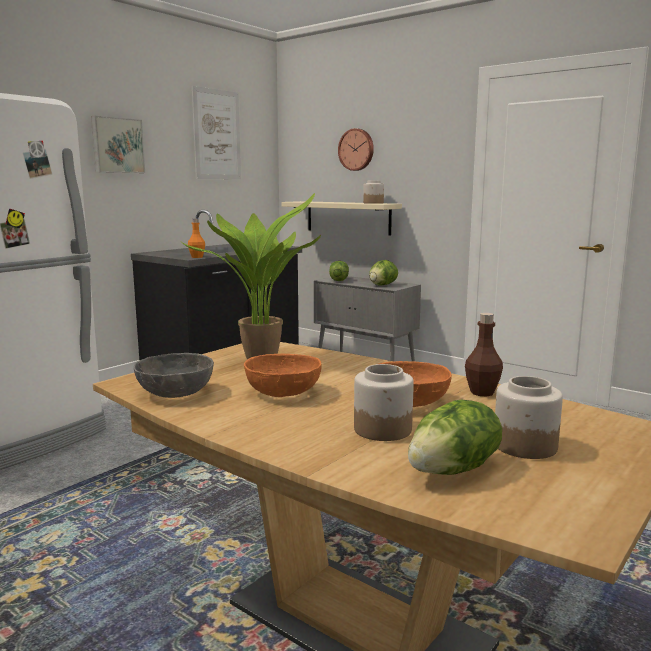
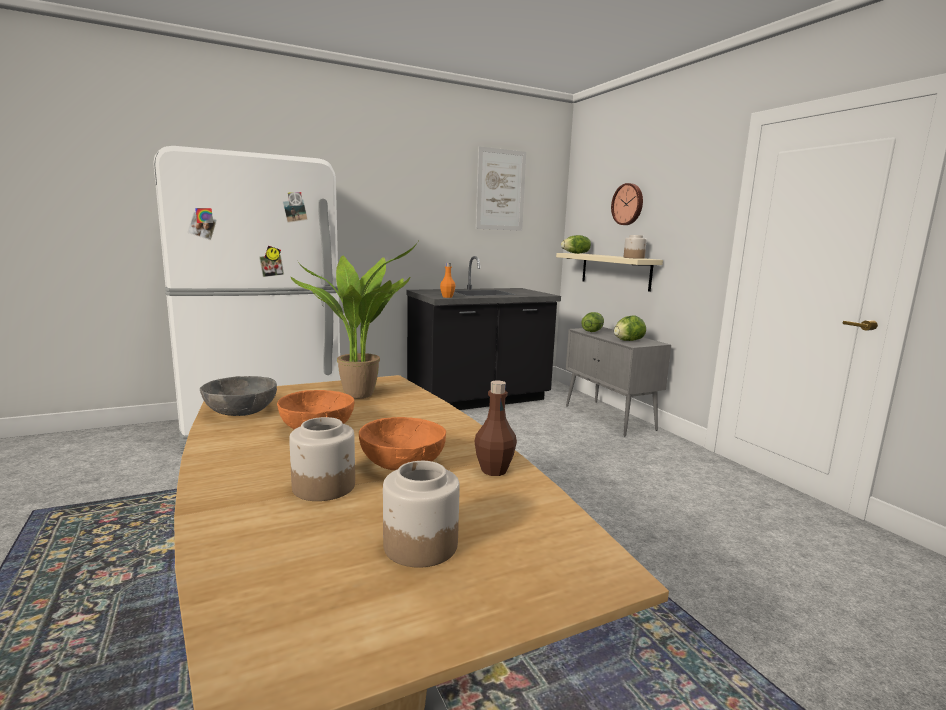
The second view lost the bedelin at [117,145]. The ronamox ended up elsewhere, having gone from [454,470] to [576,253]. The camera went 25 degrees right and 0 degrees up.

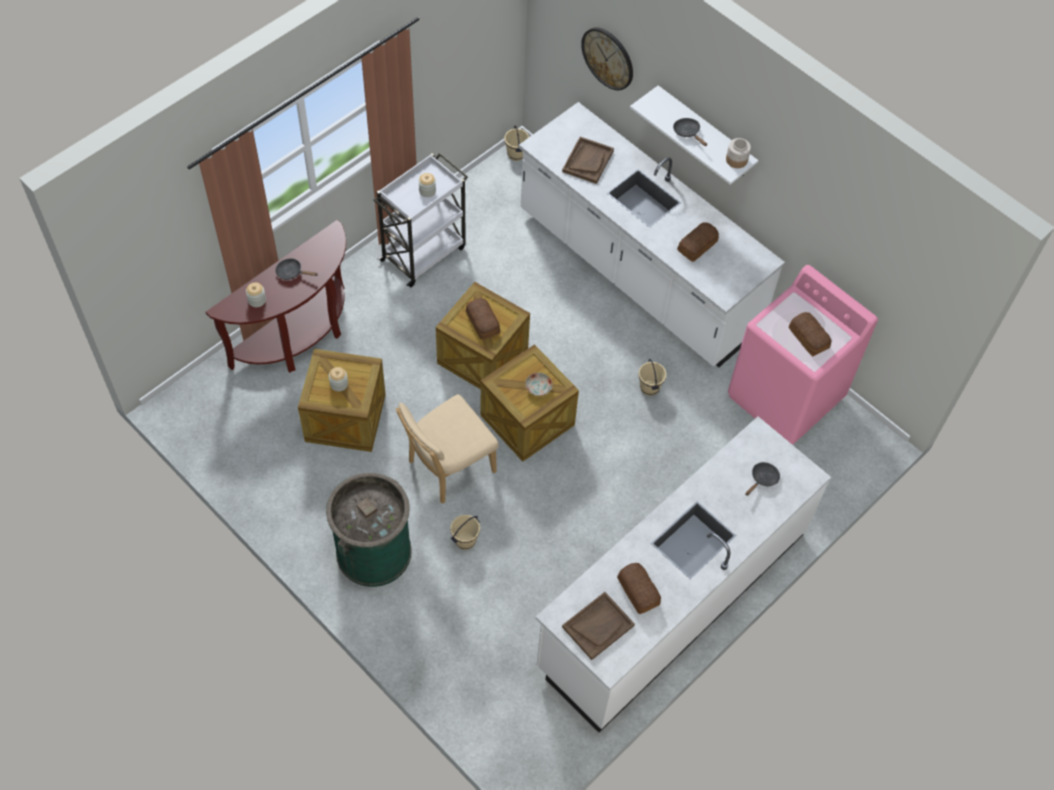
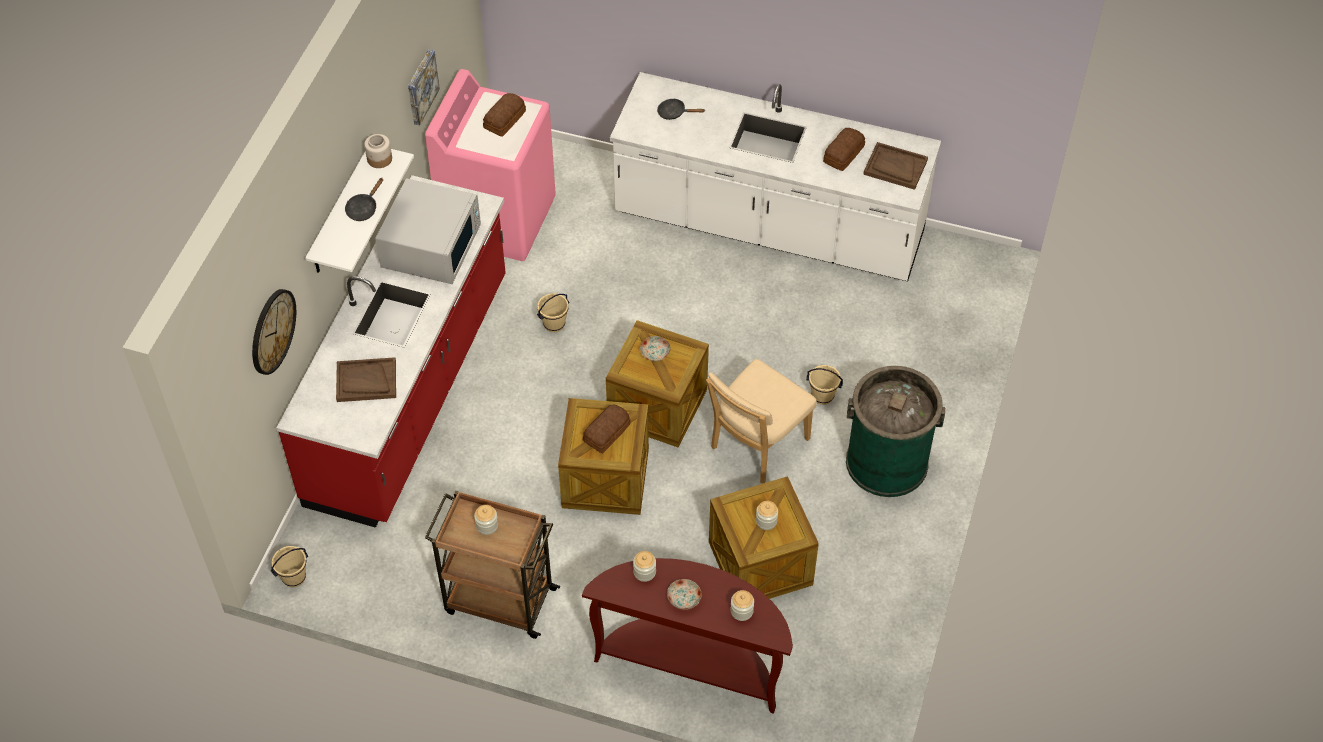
The second view gained the bedelin at [421,86]. The second view gained the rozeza at [644,572]. Where the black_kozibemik stood at [292,272], the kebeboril came to stand at [683,598]. Where the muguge stood at [698,246], the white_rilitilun came to stand at [432,246]. What was the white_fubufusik at [424,253] turned into the brown_fubufusik at [498,600]. What was the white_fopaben at [637,272] turned into the red_fopaben at [410,390]. The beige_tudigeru at [448,468] ended up facing another way, 105 degrees clockwise from before. The camera went 115 degrees left and 5 degrees down.

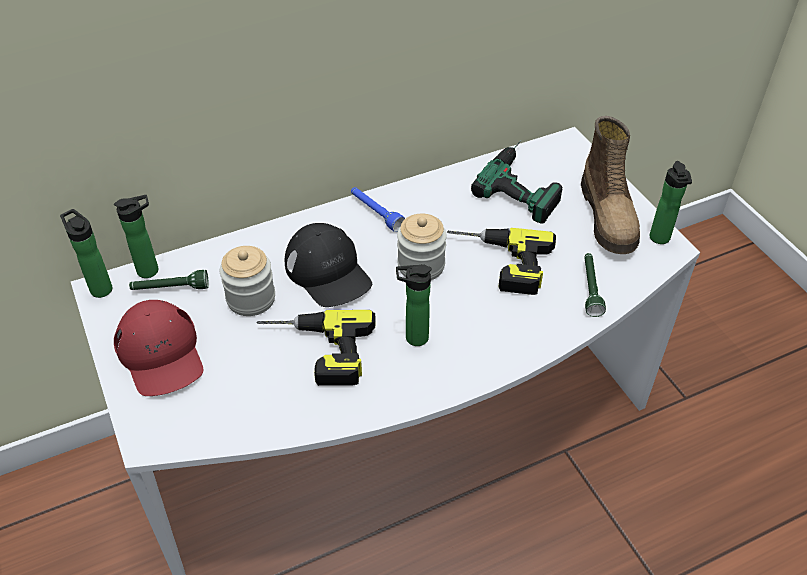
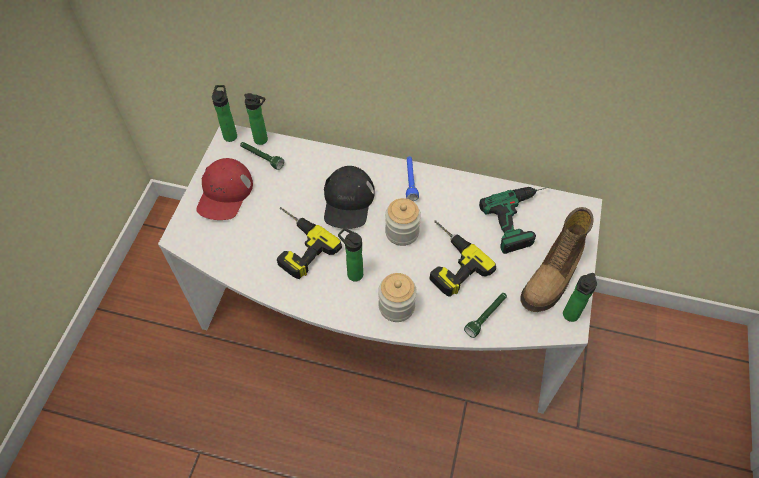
The rozeza ended up elsewhere, having gone from [251,299] to [396,306]. The camera went 40 degrees right and 10 degrees up.

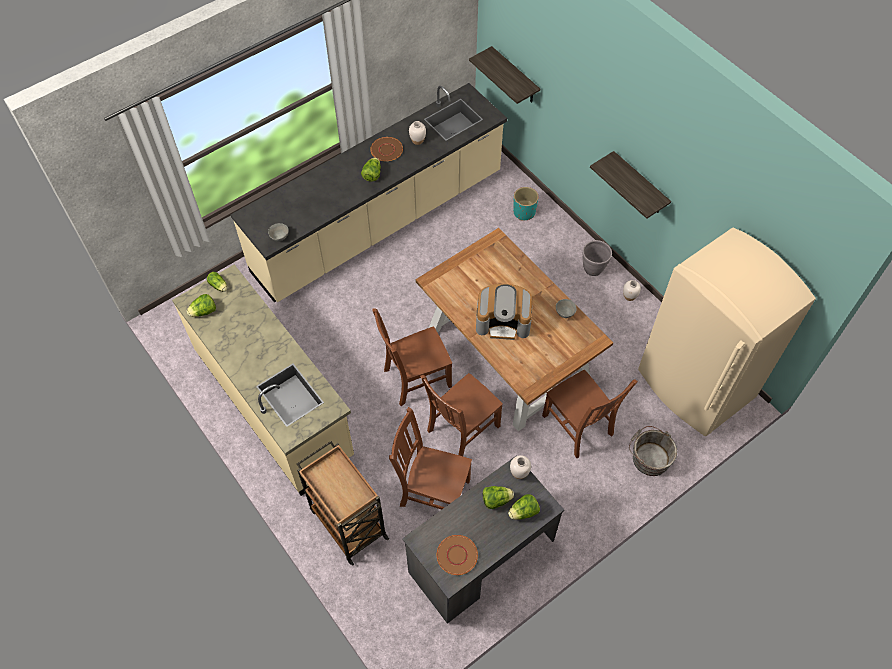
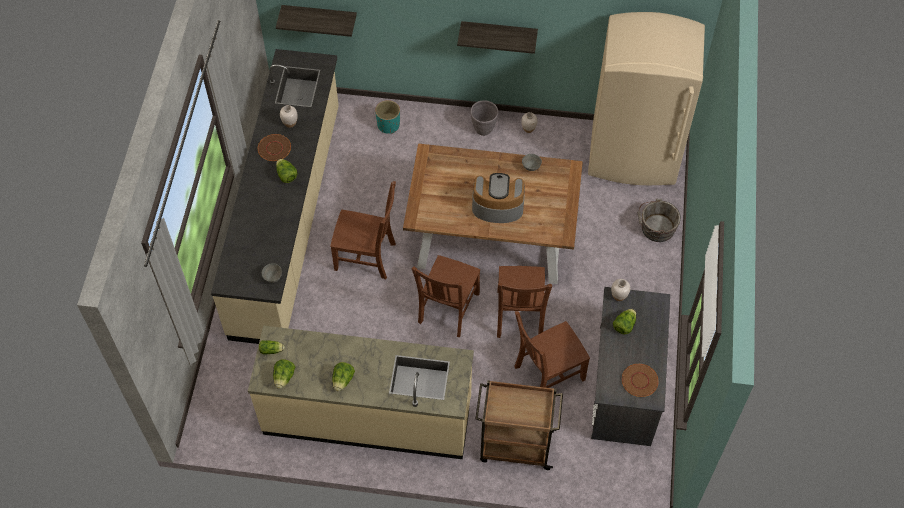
The ronamox ended up elsewhere, having gone from [523,512] to [343,380]. The brown_tudigeru ended up elsewhere, having gone from [579,427] to [367,257]. The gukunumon at [503,321] ended up facing another way, 135 degrees counterclockwise from before. The camera went 45 degrees left and 0 degrees up.

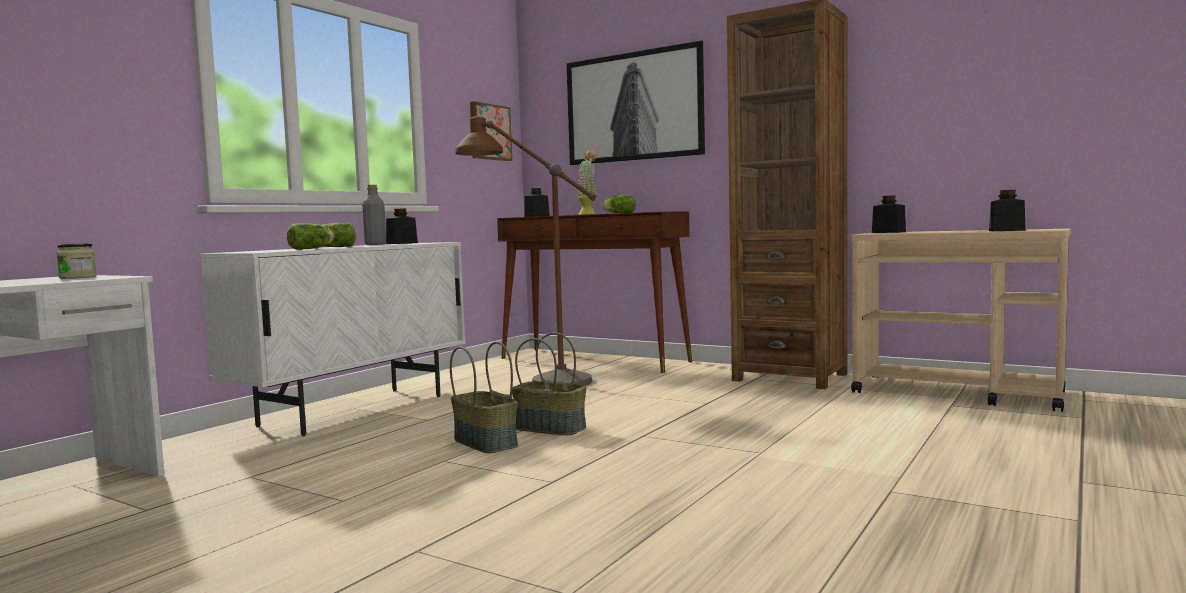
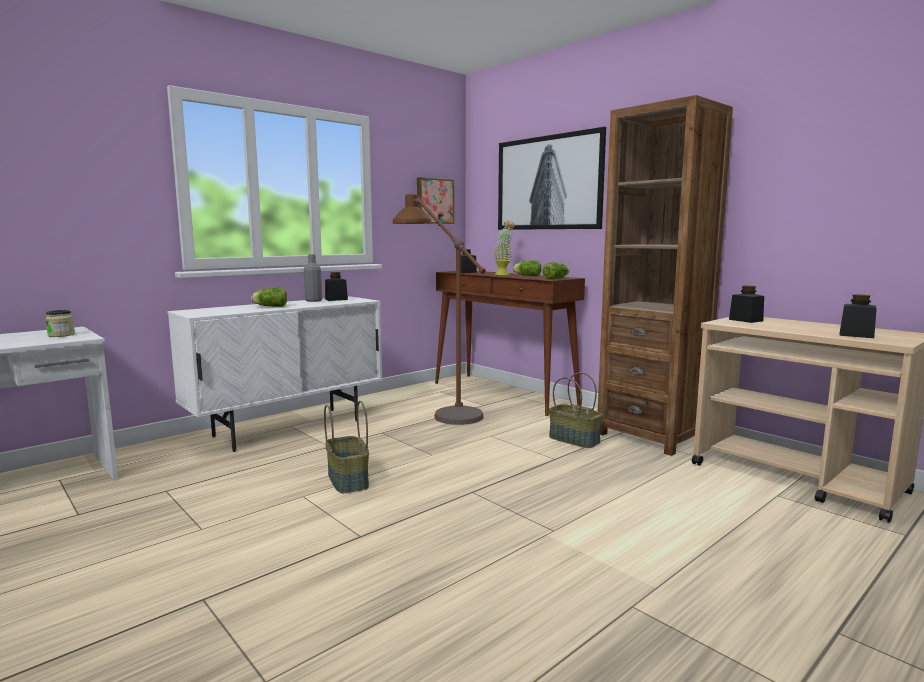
The ronamox ended up elsewhere, having gone from [312,249] to [556,278]. The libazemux ended up elsewhere, having gone from [551,428] to [575,439]. The camera went 15 degrees right and 5 degrees up.

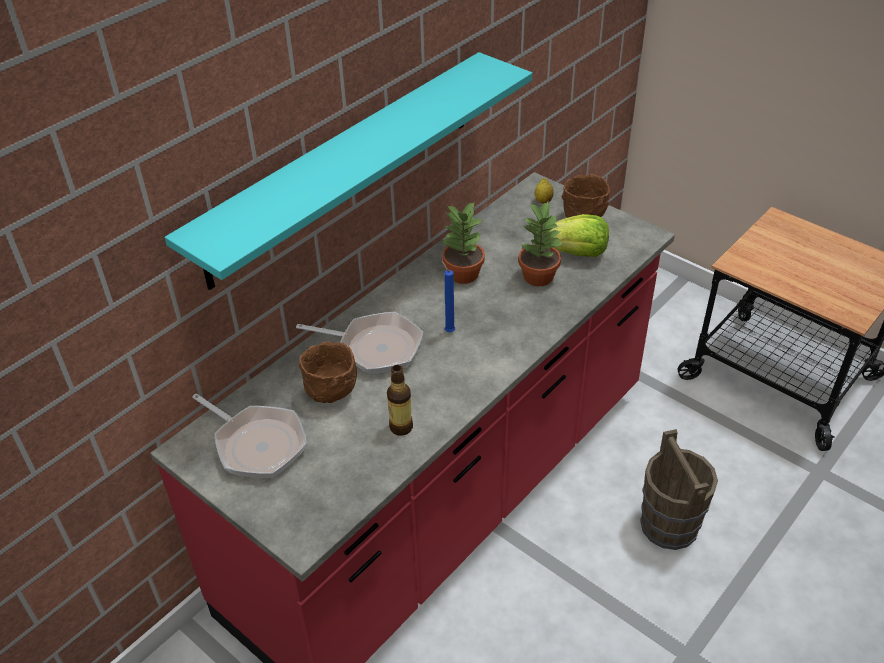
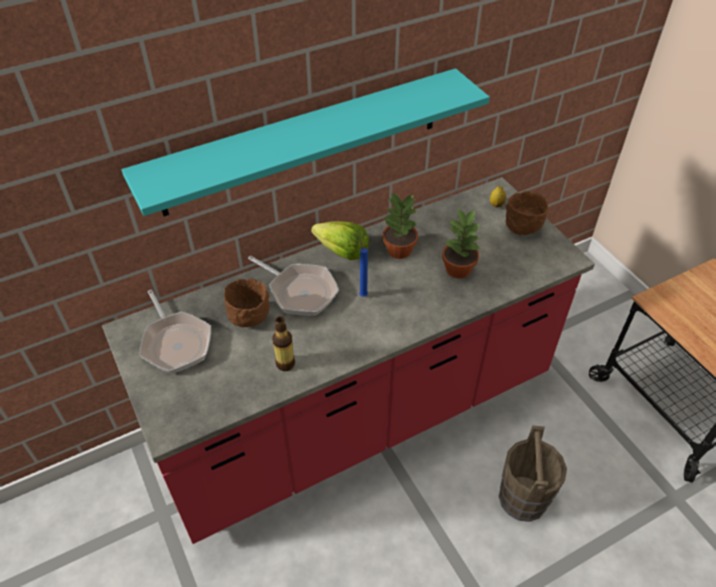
The ronamox ended up elsewhere, having gone from [576,253] to [342,252]. The camera went 20 degrees right and 5 degrees up.

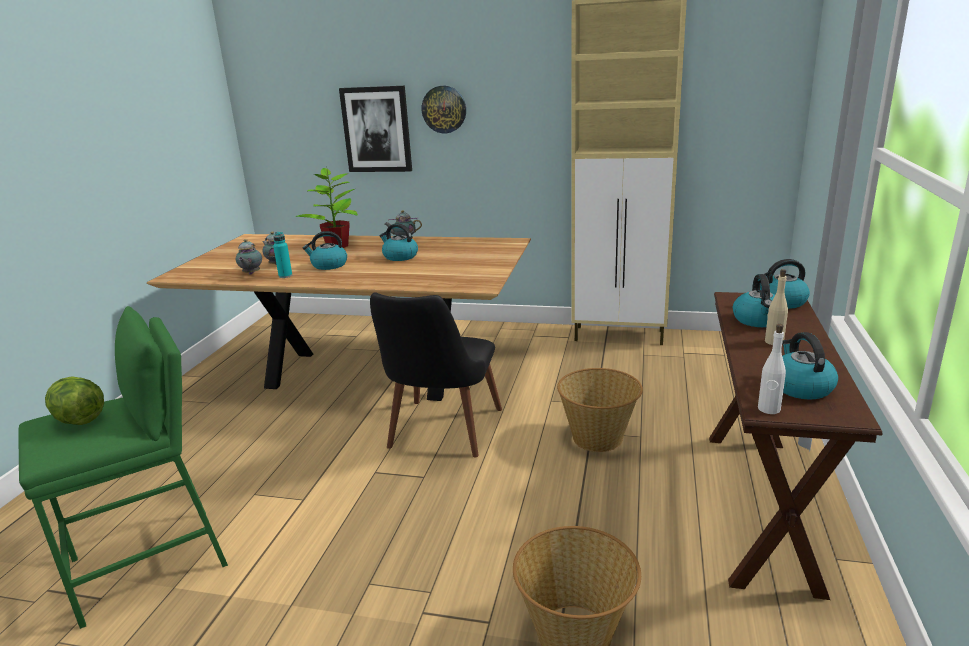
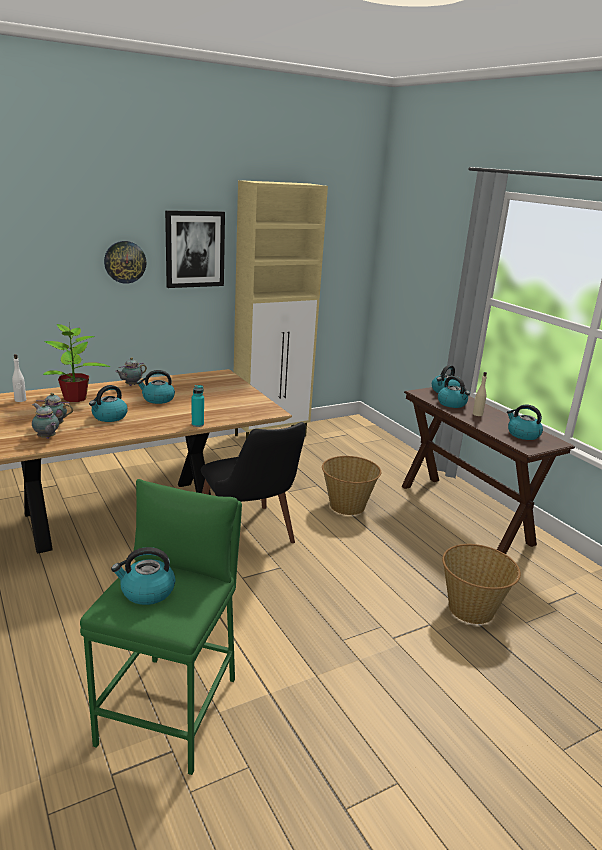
The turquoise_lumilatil ended up elsewhere, having gone from [285,276] to [197,424]. The bedelin ended up elsewhere, having gone from [377,129] to [194,249]. The white_lumilatil ended up elsewhere, having gone from [769,409] to [20,400]. Where the ronamox stood at [79,420], the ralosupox came to stand at [147,592]. The camera went 45 degrees left and 0 degrees up.

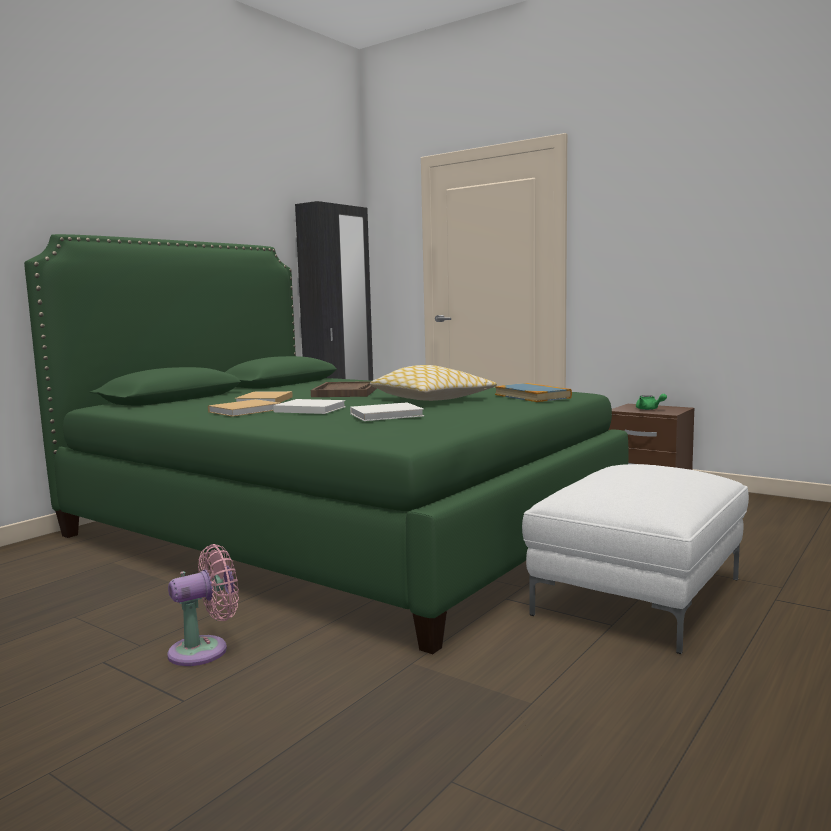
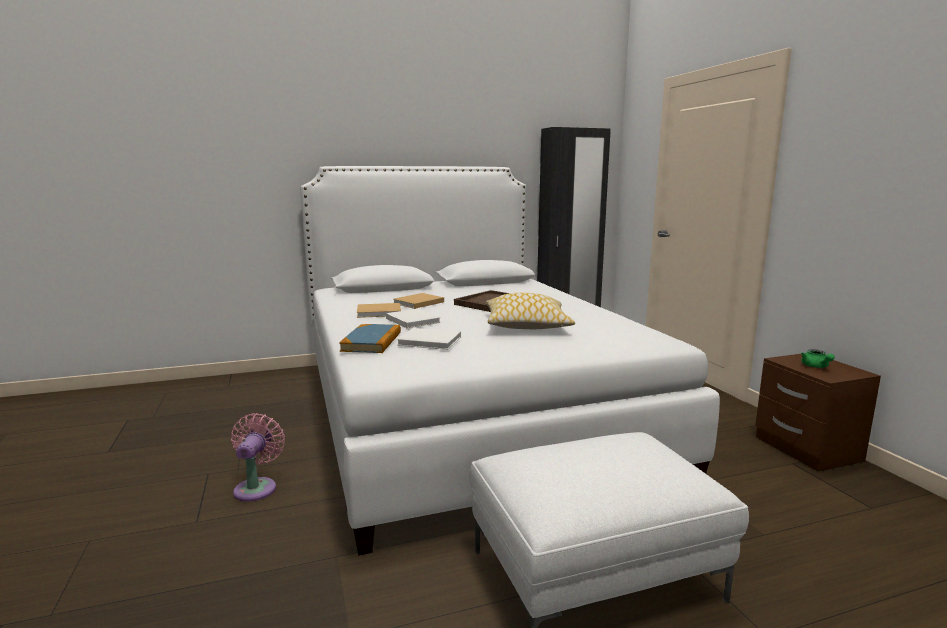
The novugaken ended up elsewhere, having gone from [532,396] to [372,342]. What was the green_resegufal at [336,530] turned into the white_resegufal at [465,413]. The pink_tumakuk at [204,650] ended up facing another way, 90 degrees counterclockwise from before. The camera went 35 degrees right and 5 degrees up.

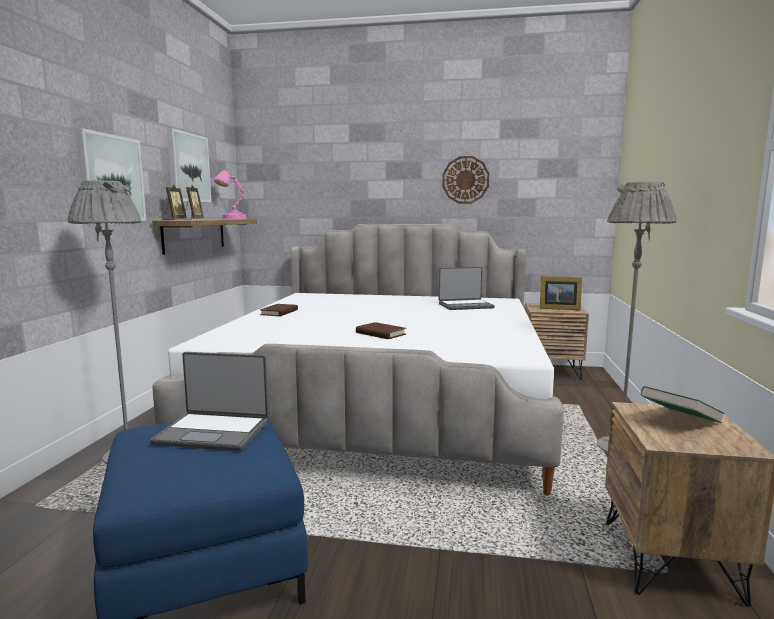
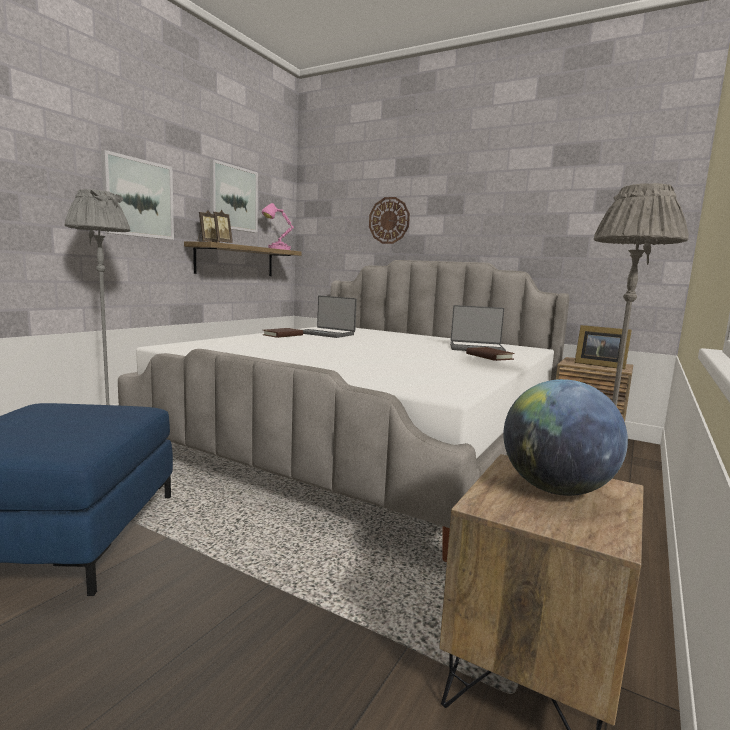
The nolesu ended up elsewhere, having gone from [214,432] to [327,334]. The brown_novugaken ended up elsewhere, having gone from [380,334] to [489,356]. The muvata ended up elsewhere, having gone from [465,180] to [389,220]. Where the green_novugaken stood at [680,421], the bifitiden came to stand at [555,489]. The camera went 20 degrees right and 0 degrees up.

